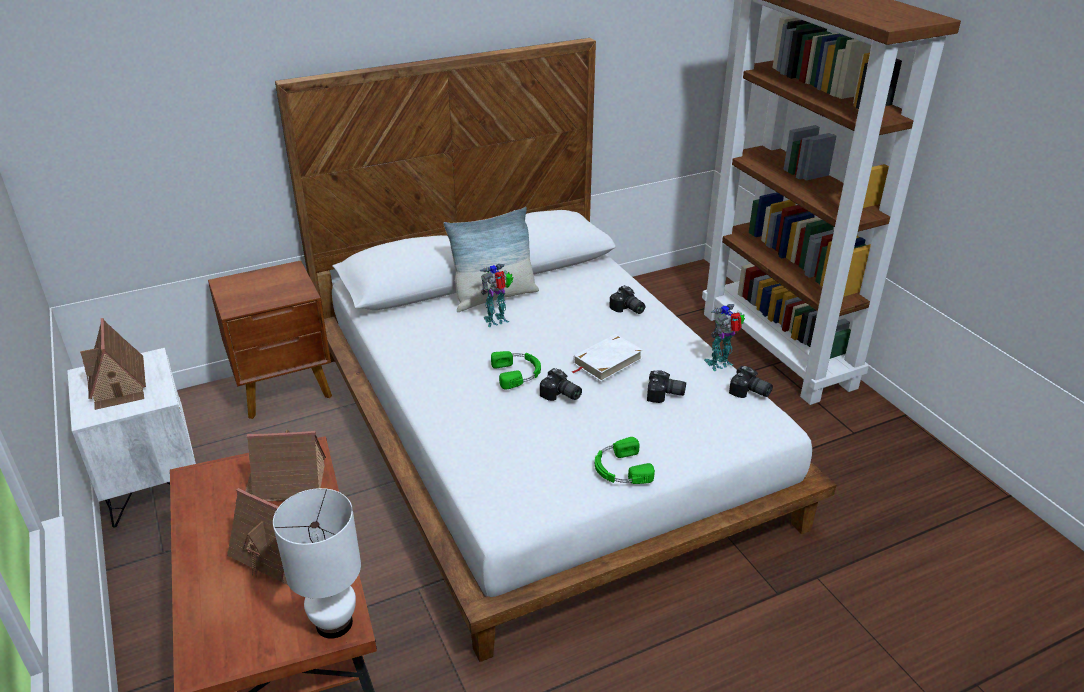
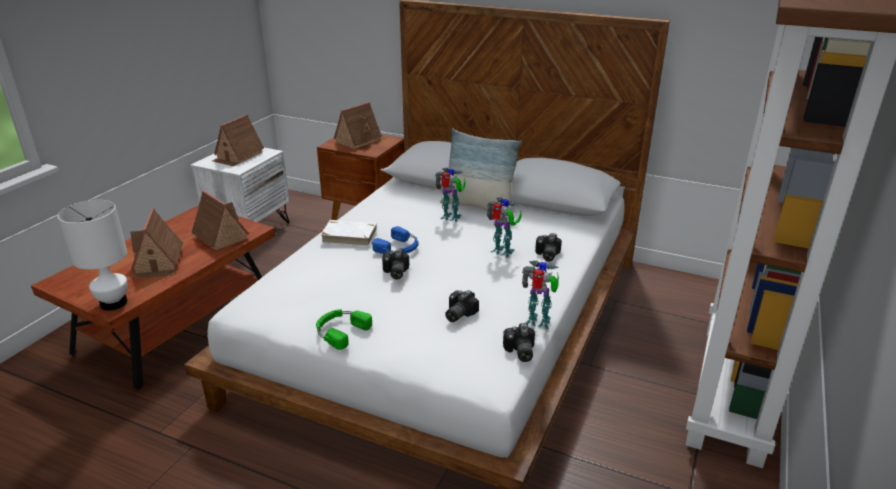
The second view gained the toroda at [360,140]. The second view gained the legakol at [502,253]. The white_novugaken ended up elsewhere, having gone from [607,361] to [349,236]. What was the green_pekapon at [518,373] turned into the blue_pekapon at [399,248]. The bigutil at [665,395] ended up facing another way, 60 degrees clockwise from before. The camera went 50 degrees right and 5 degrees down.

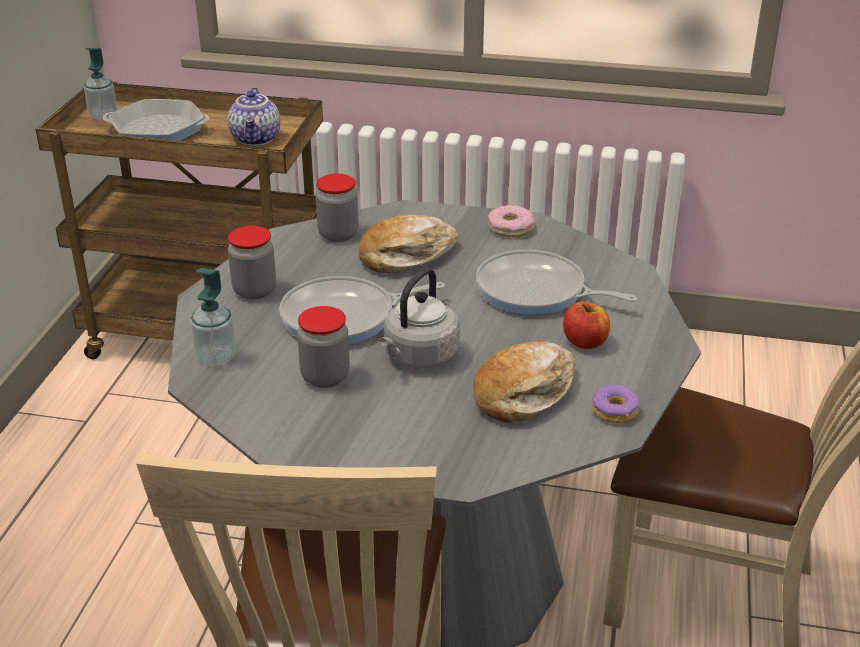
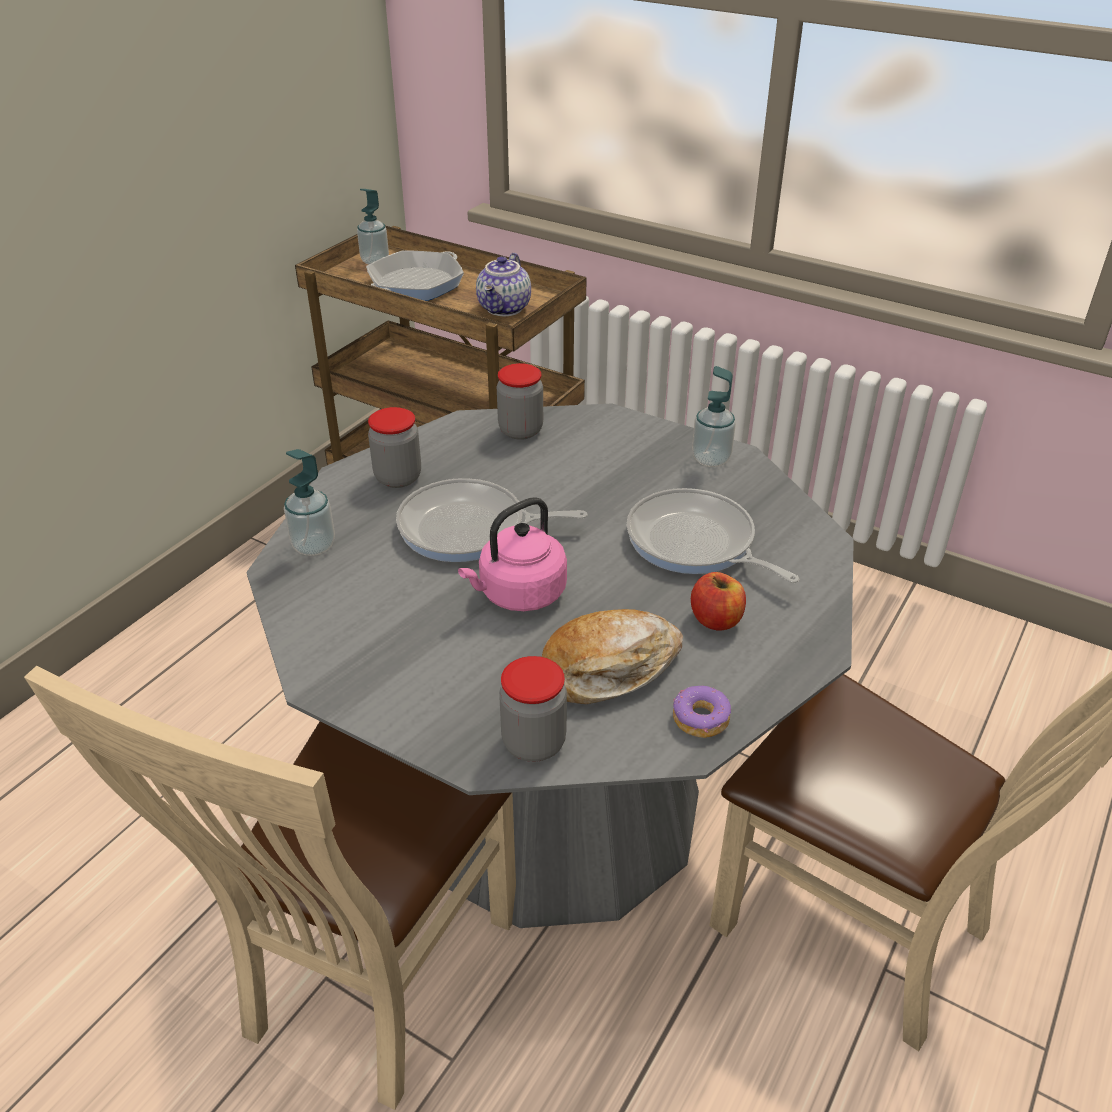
The second view lost the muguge at [407,256]. The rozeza ended up elsewhere, having gone from [325,377] to [534,743]. Where the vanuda stood at [510,228], the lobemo came to stand at [711,459]. What was the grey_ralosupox at [419,357] turned into the pink_ralosupox at [518,594]. The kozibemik at [158,130] ended up facing another way, 105 degrees clockwise from before. The camera went 20 degrees right and 5 degrees up.

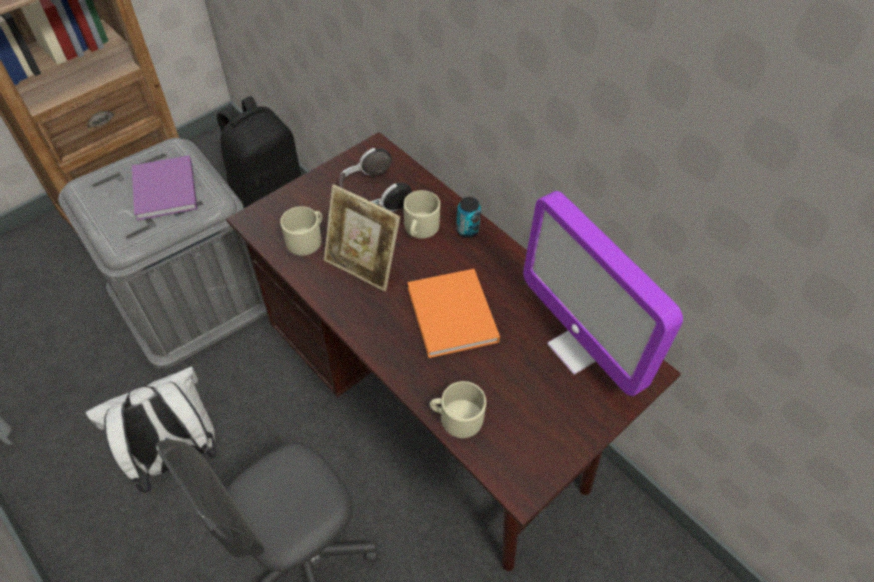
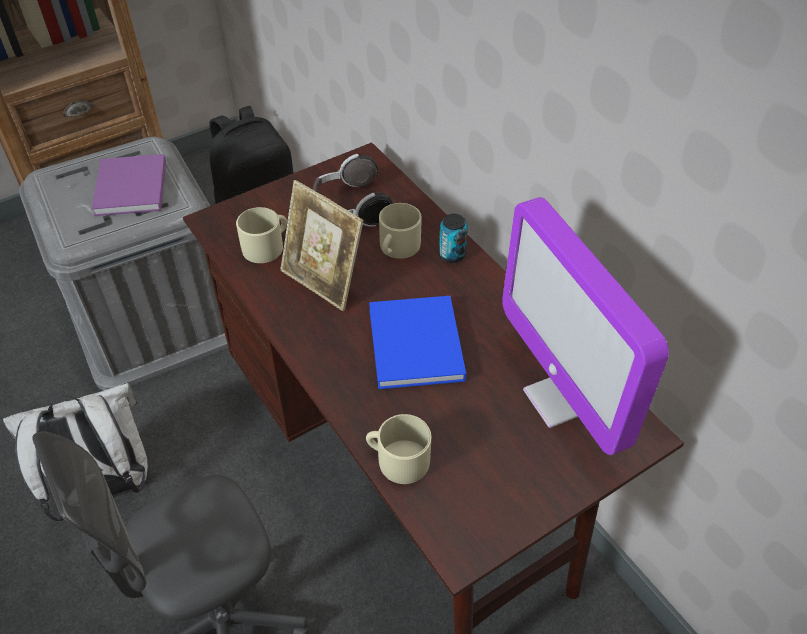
What was the orange_novugaken at [452,317] turned into the blue_novugaken at [416,347]. The camera went 10 degrees right and 5 degrees down.

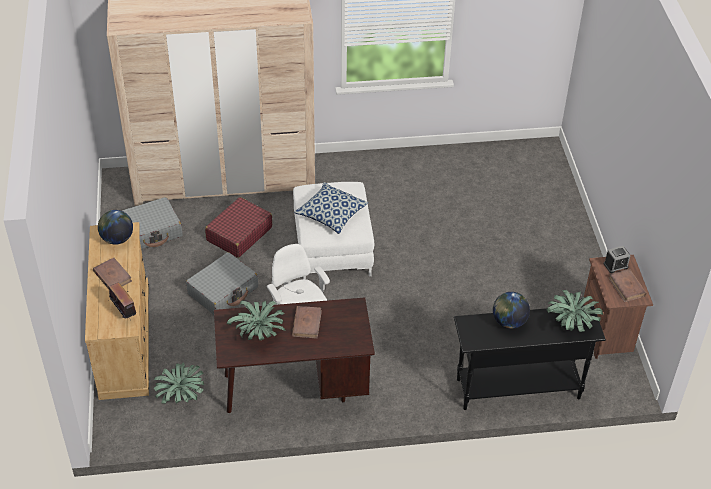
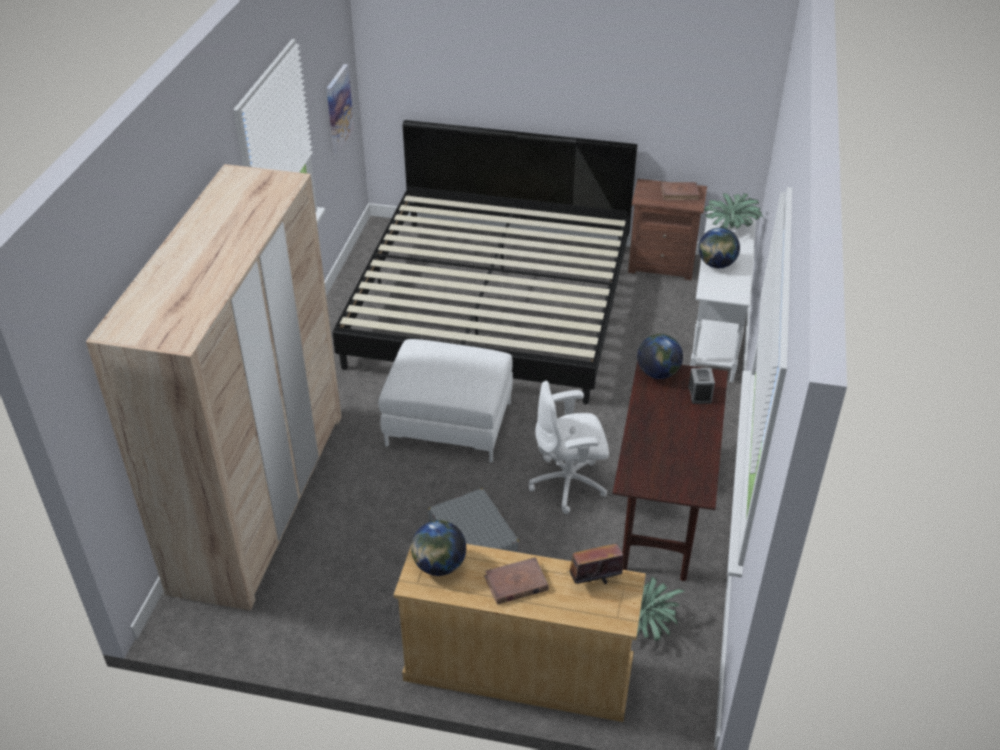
The second view lost the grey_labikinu at [150,231]. The second view lost the red_labikinu at [239,234]. The second view lost the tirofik at [259,333]. The second view lost the brown_novugaken at [307,323]. The second view lost the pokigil at [331,214]. The second view gained the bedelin at [338,109]. The second view gained the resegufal at [492,304]. The second view gained the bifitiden at [658,373]. The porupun ended up elsewhere, having gone from [615,265] to [700,394]. What was the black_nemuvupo at [517,388] turned into the white_nemuvupo at [714,339]. The camera went 70 degrees left and 5 degrees down.

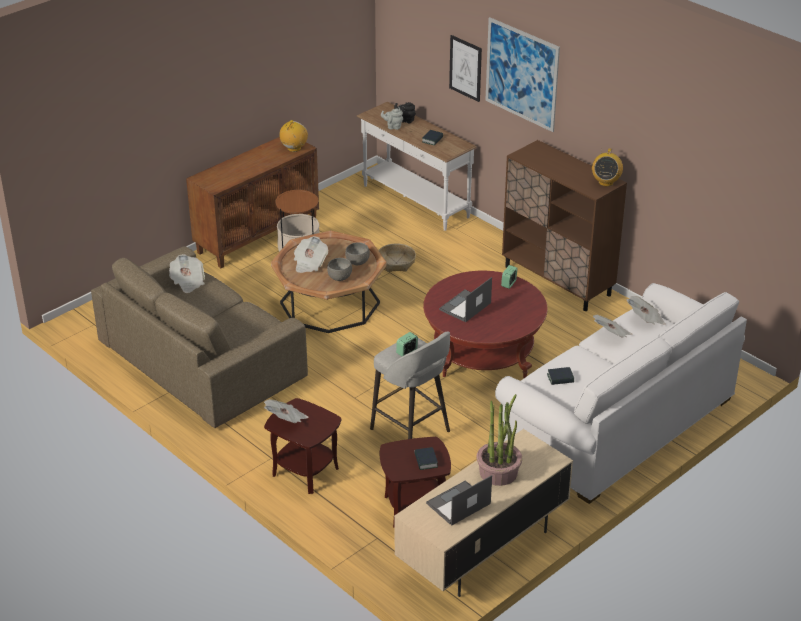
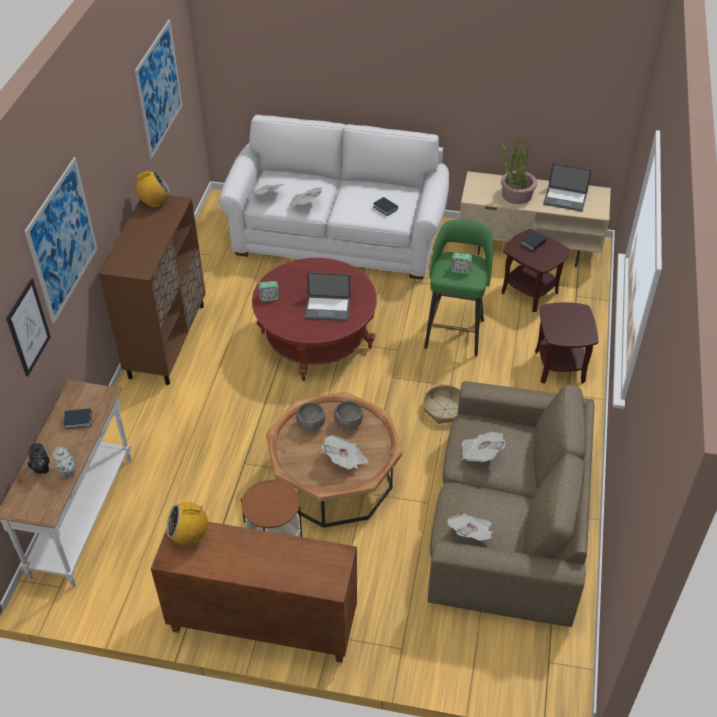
The second view gained the bedelin at [159,89]. The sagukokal ended up elsewhere, having gone from [286,420] to [480,454]. The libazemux ended up elsewhere, having gone from [396,263] to [445,409]. What was the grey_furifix at [411,431] turned into the green_furifix at [455,332]. The camera went 125 degrees left and 10 degrees up.

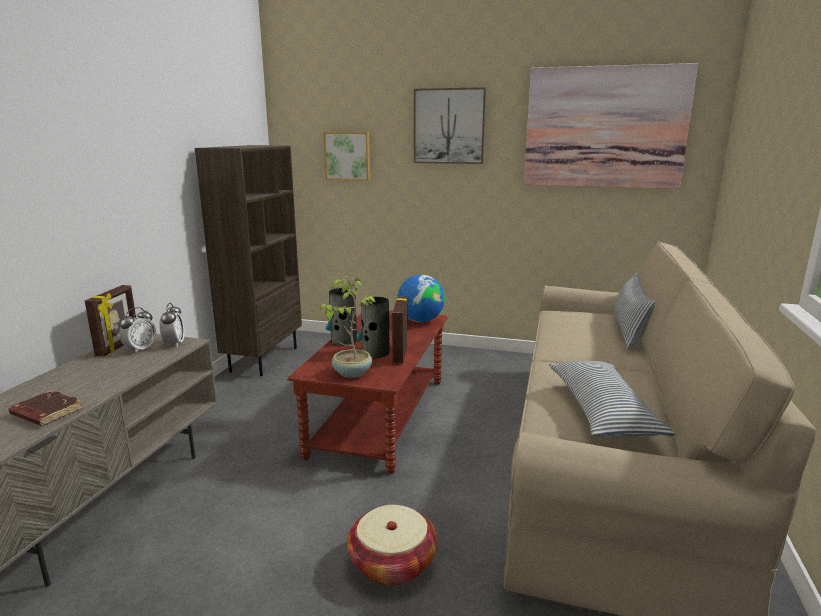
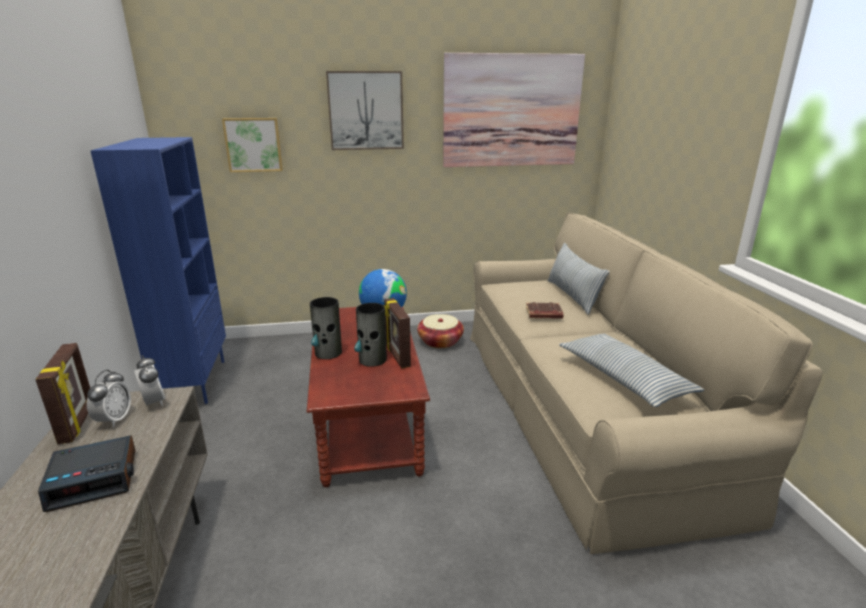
The second view lost the tirofik at [351,373]. The second view gained the porupun at [95,479]. The brown_novugaken ended up elsewhere, having gone from [45,413] to [543,314]. The libazemux ended up elsewhere, having gone from [392,563] to [440,341]. What was the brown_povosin at [263,359] turned into the blue_povosin at [194,382]. The camera went 25 degrees left and 5 degrees up.

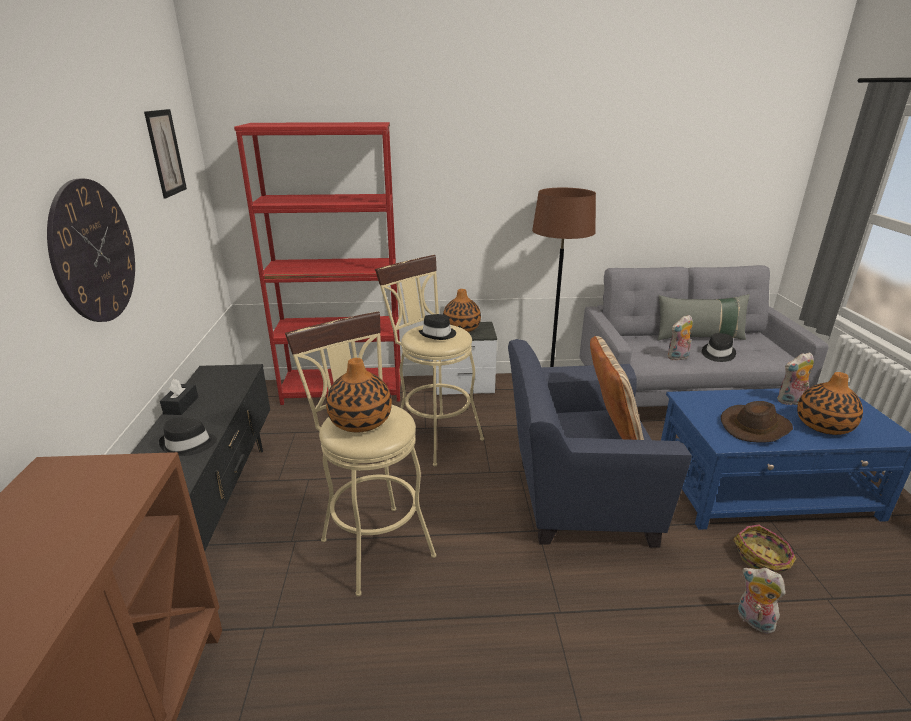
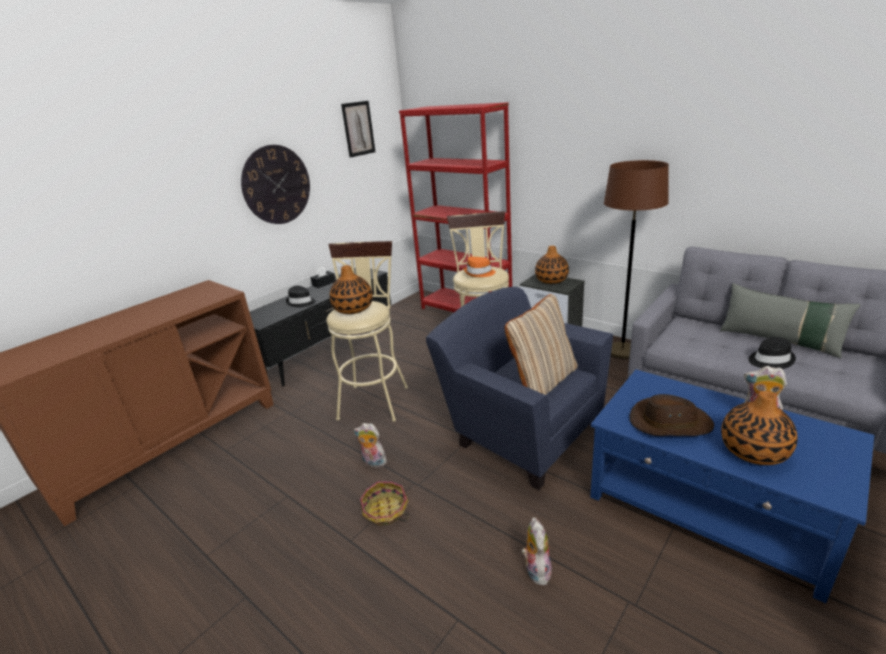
The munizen ended up elsewhere, having gone from [678,357] to [373,462]. The libazemux ended up elsewhere, having gone from [762,558] to [386,511]. What was the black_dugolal at [438,334] turned into the orange_dugolal at [479,273]. The camera went 45 degrees right and 0 degrees up.

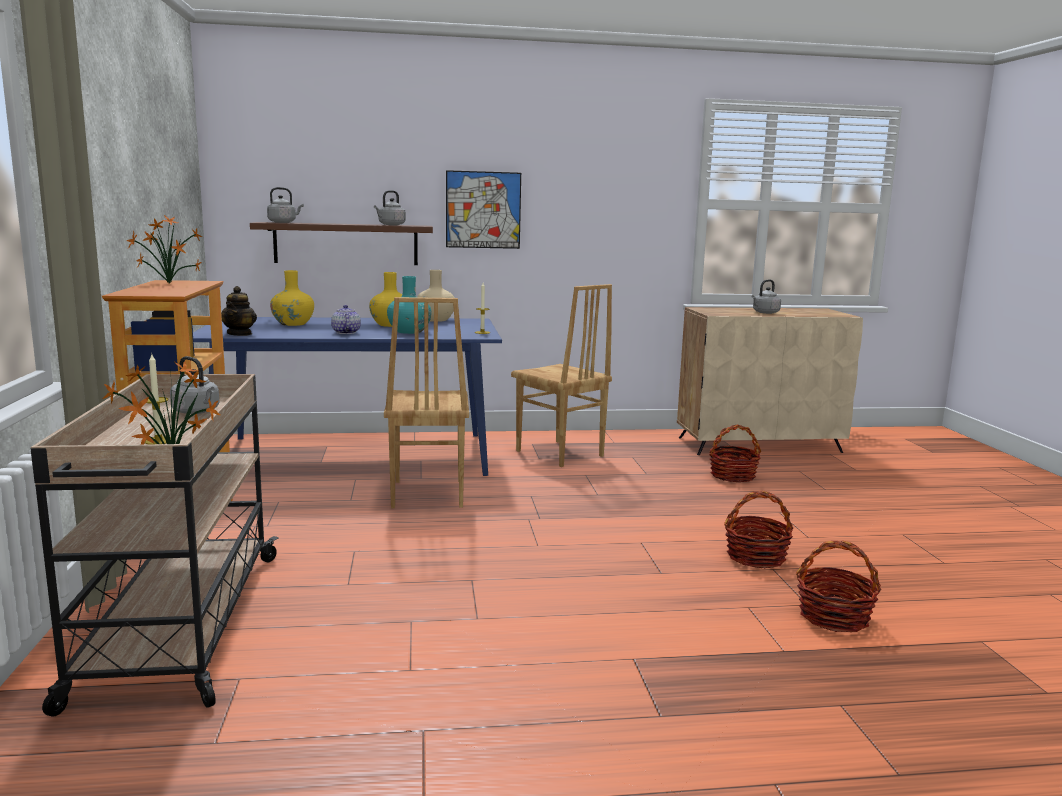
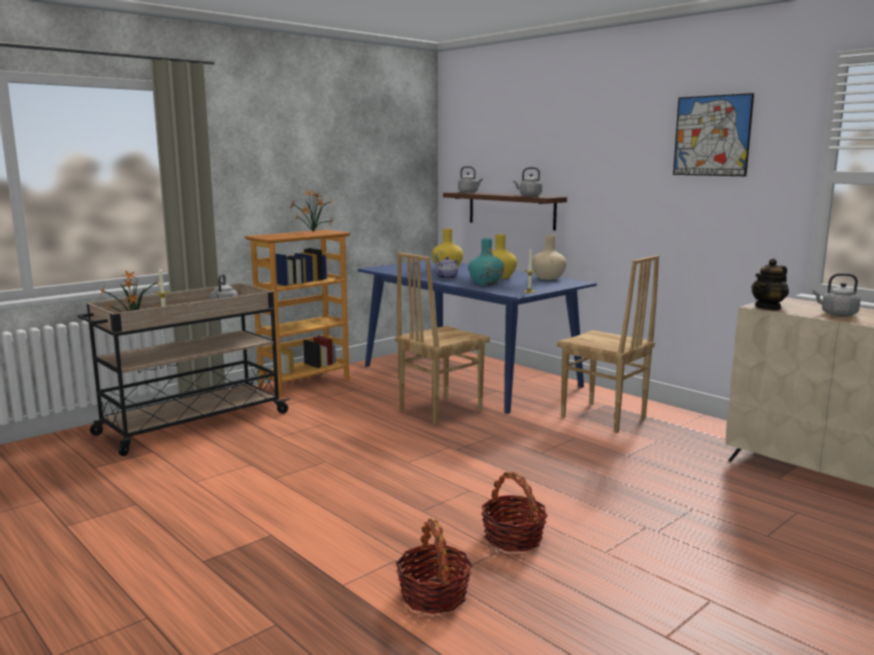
The second view lost the libazemux at [732,476]. The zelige ended up elsewhere, having gone from [240,334] to [768,307]. The bedelin ended up elsewhere, having gone from [483,210] to [712,136]. The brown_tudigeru at [559,454] ended up facing another way, 60 degrees counterclockwise from before. The camera went 55 degrees right and 0 degrees up.

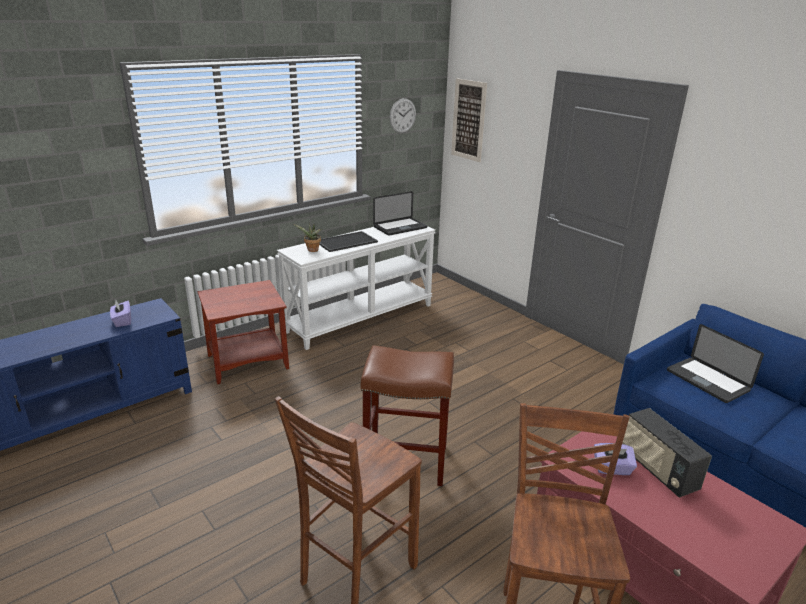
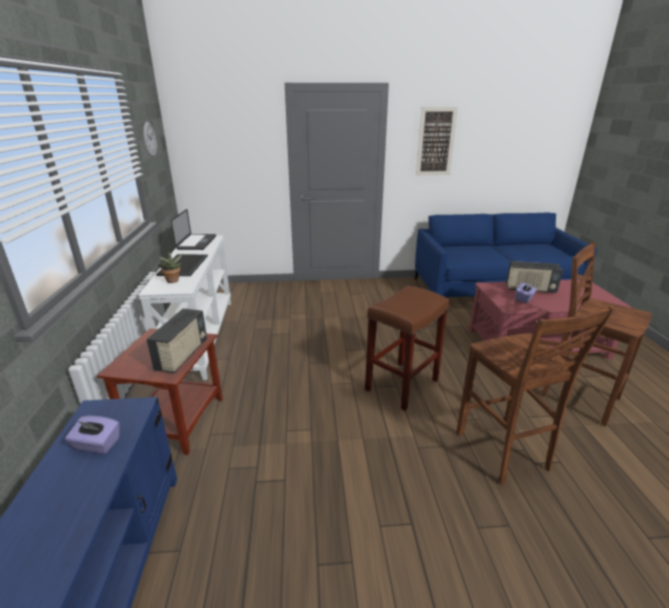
The second view lost the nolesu at [707,381]. The second view gained the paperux at [182,355]. The bedelin ended up elsewhere, having gone from [468,120] to [435,142]. The camera went 55 degrees left and 0 degrees up.

